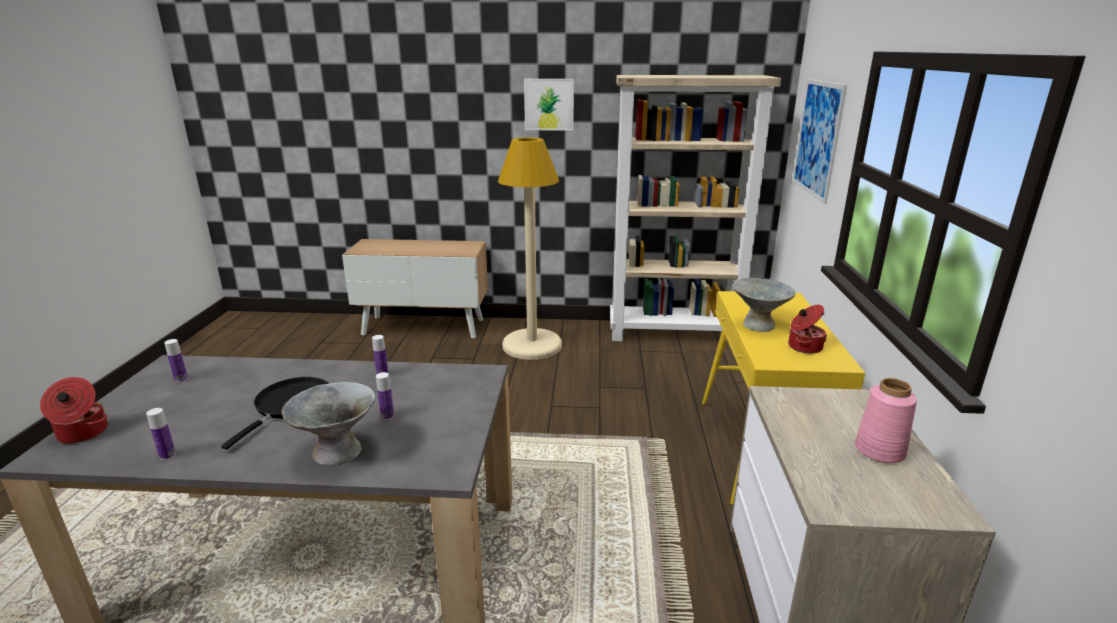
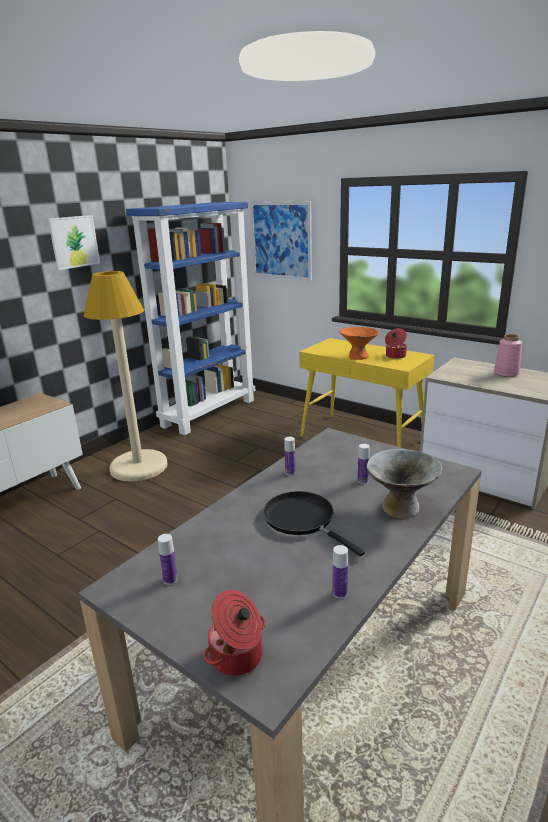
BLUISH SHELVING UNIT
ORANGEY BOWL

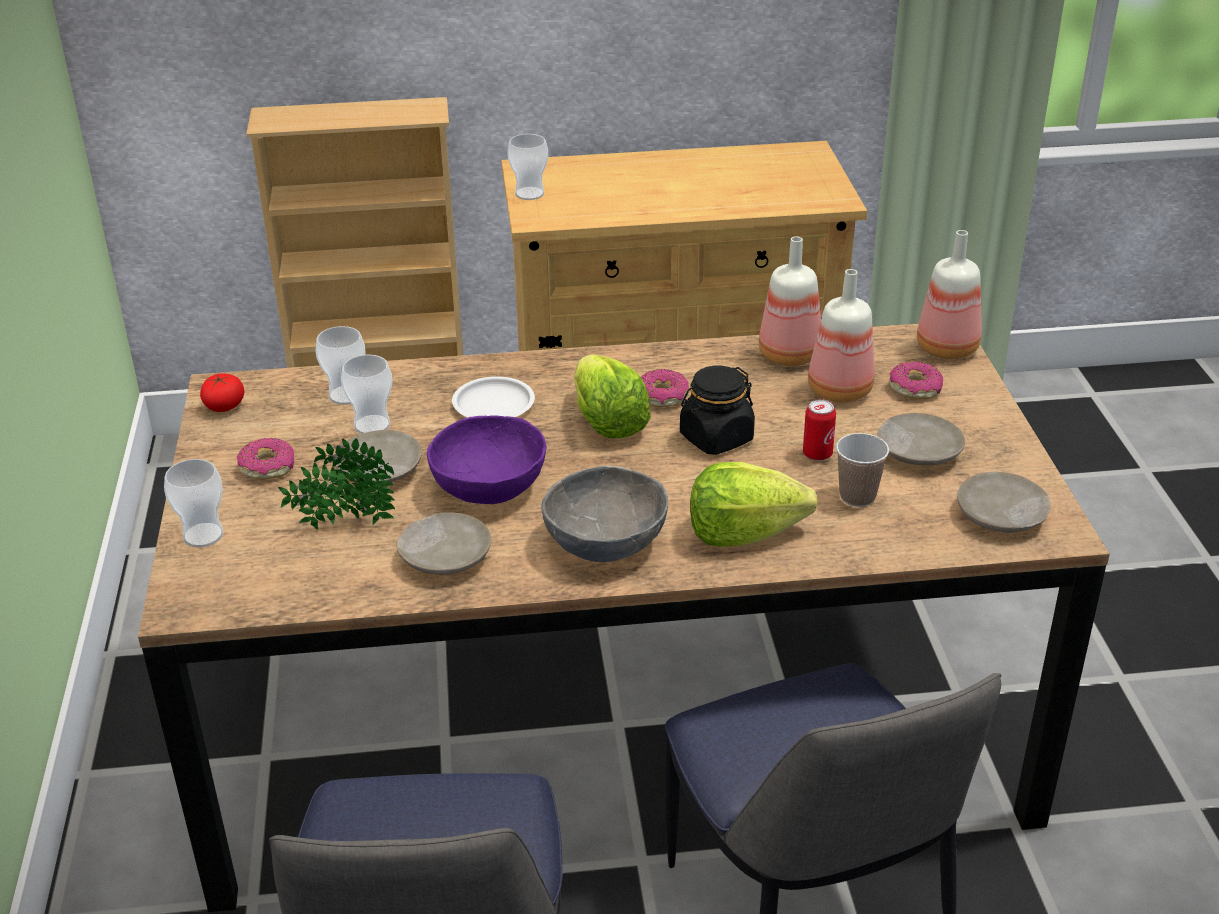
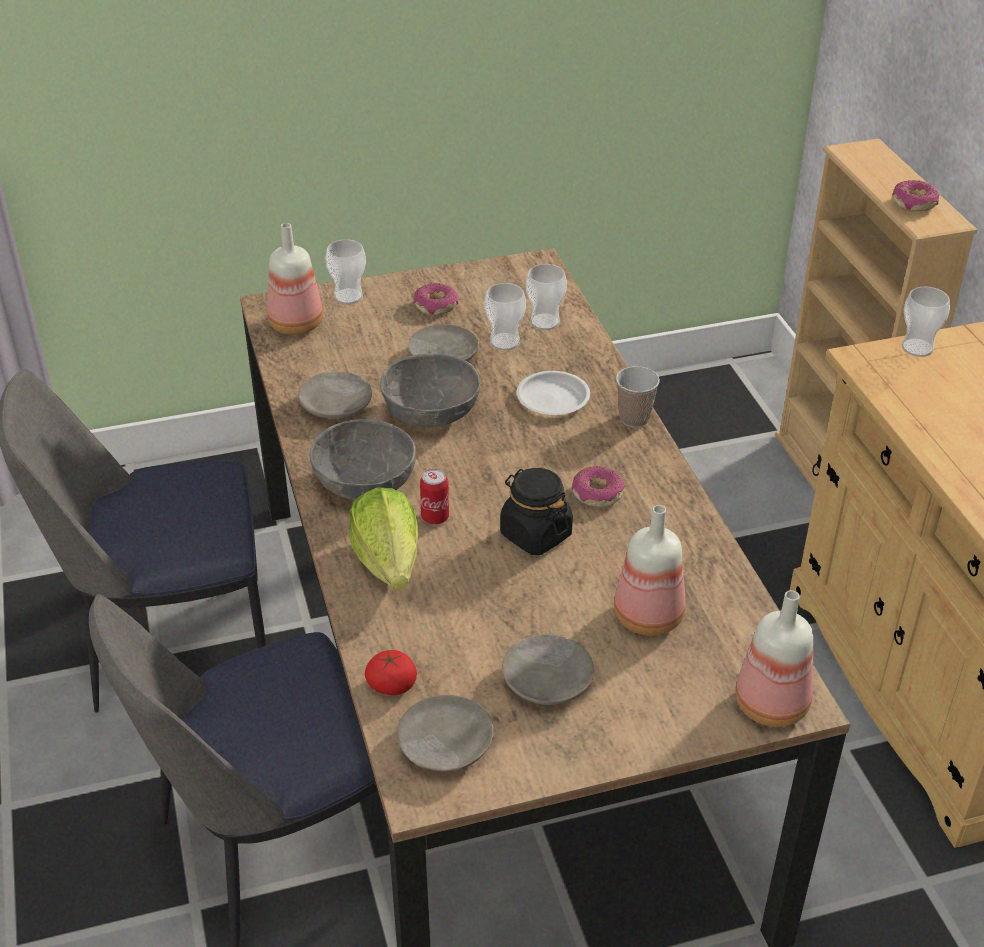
HOUSEPLANT
LETTUCE HEAD (1st from left in the first image)
WHOLE TOMATO
BOTTLE (1st from left)
METAL CAN
DRINKING CUP (4th from left)
DOUGHNUT (3rd from left)
GRAY BOWL (2nd from left)

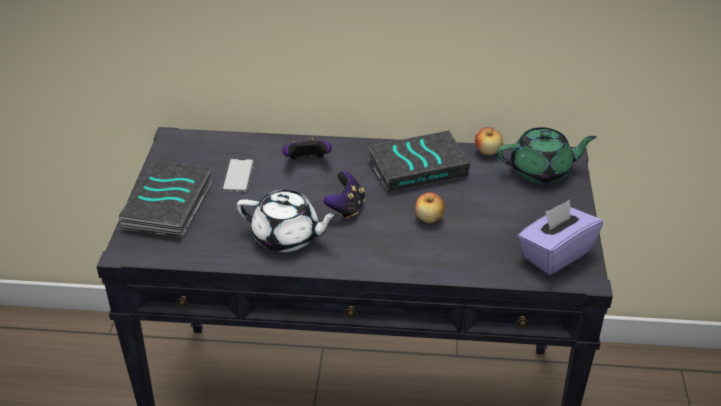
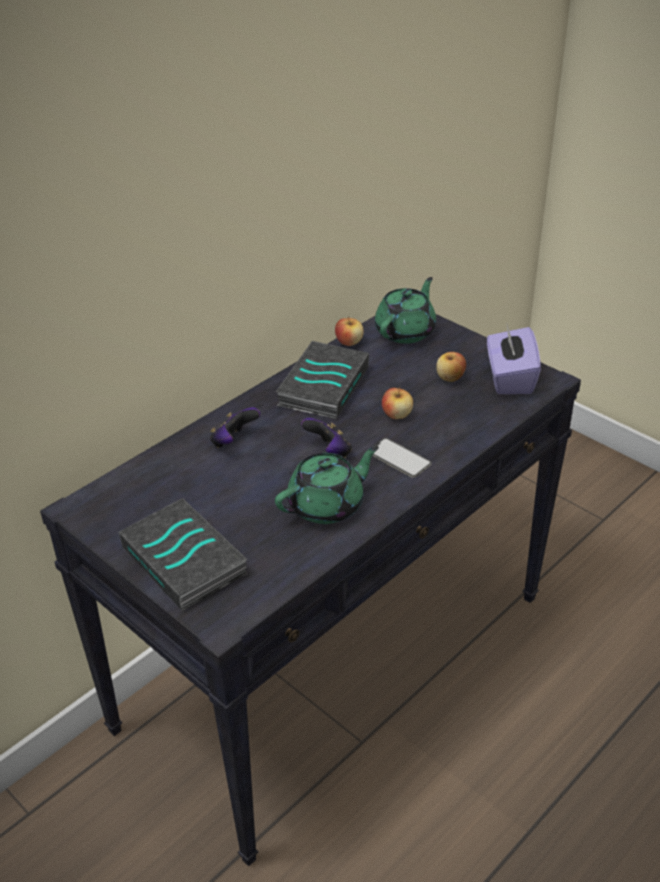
APPLE FRUIT (3rd from left)
HANDSET
GREEN-COLOURED TEA POT (1st from left)

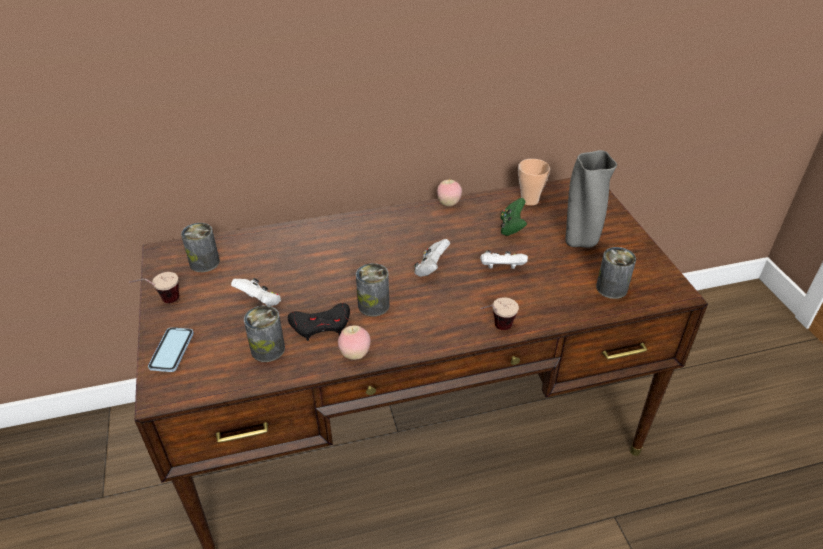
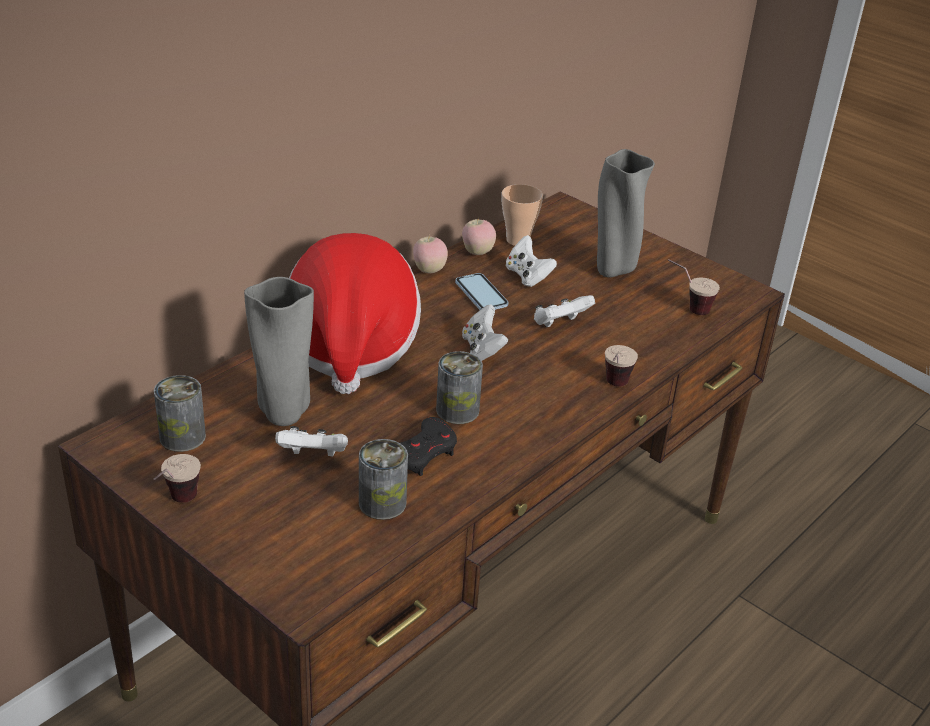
GRAY DECORATIVE VASE (1st from left)
HAT
HANDSET
APPLE FRUIT (2nd from left)
DRINKING CUP (4th from left)
WHITE GAMEPAD (3rd from left)

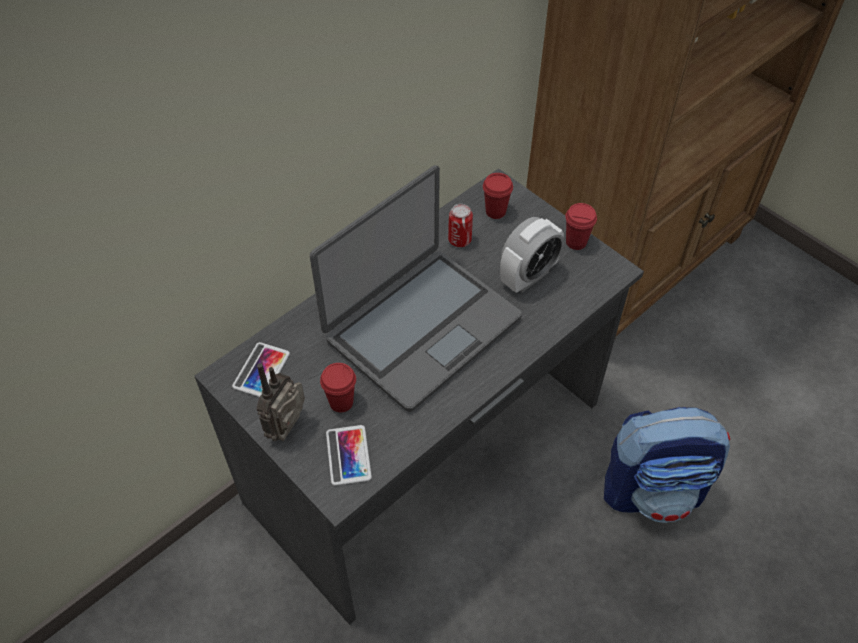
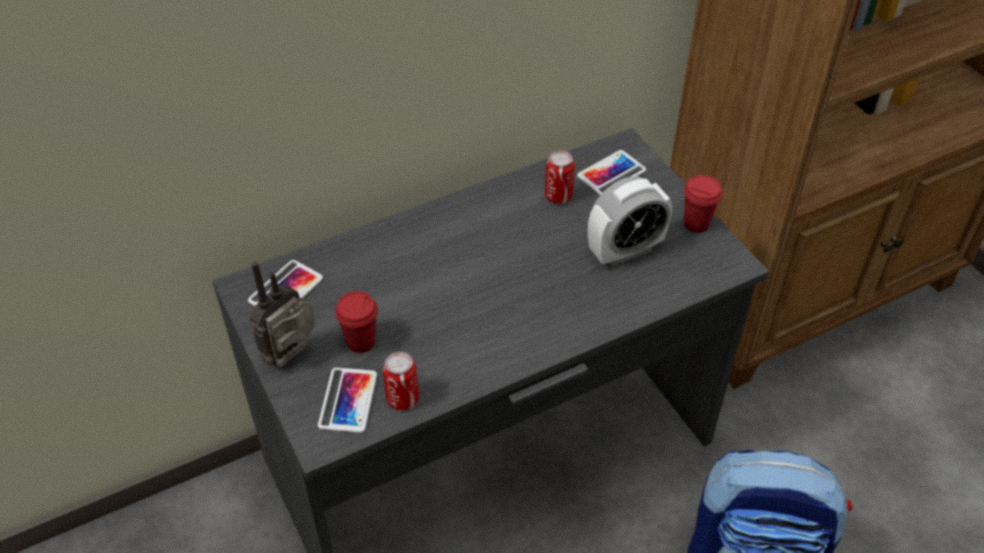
NOTEBOOK COMPUTER
METAL CAN (1st from left)
HANDSET (3rd from left)

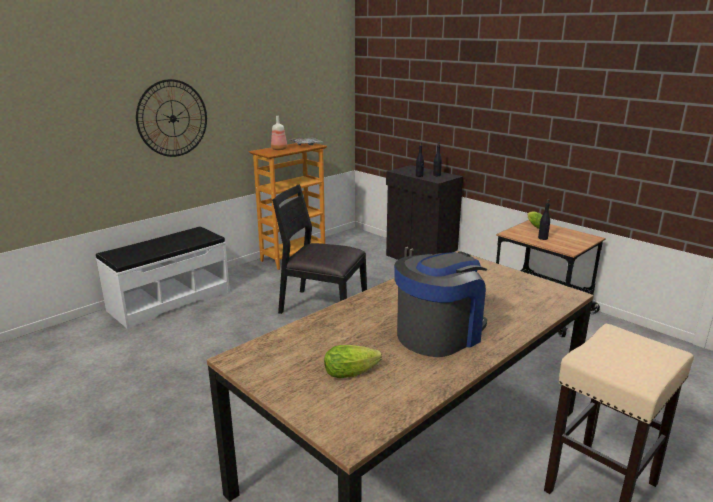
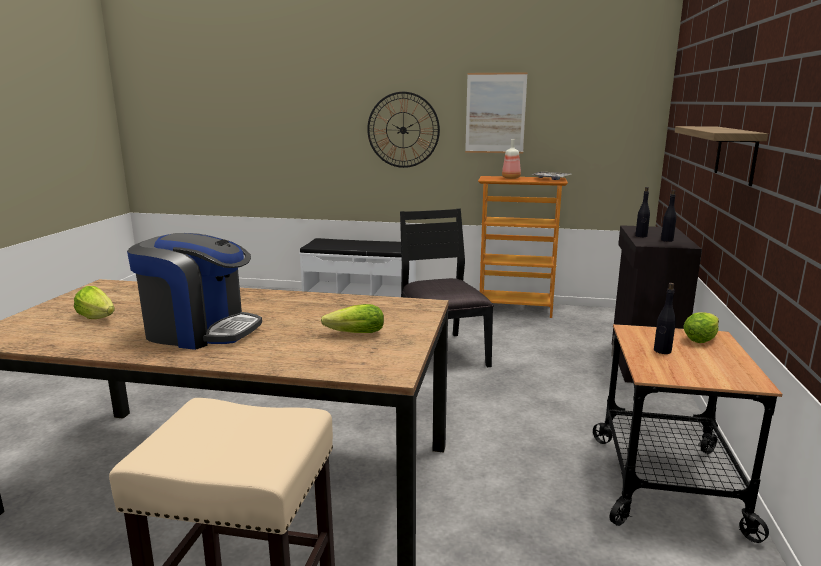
LETTUCE HEAD (2nd from left)
WALL PICTURE
BRACKET SHELF

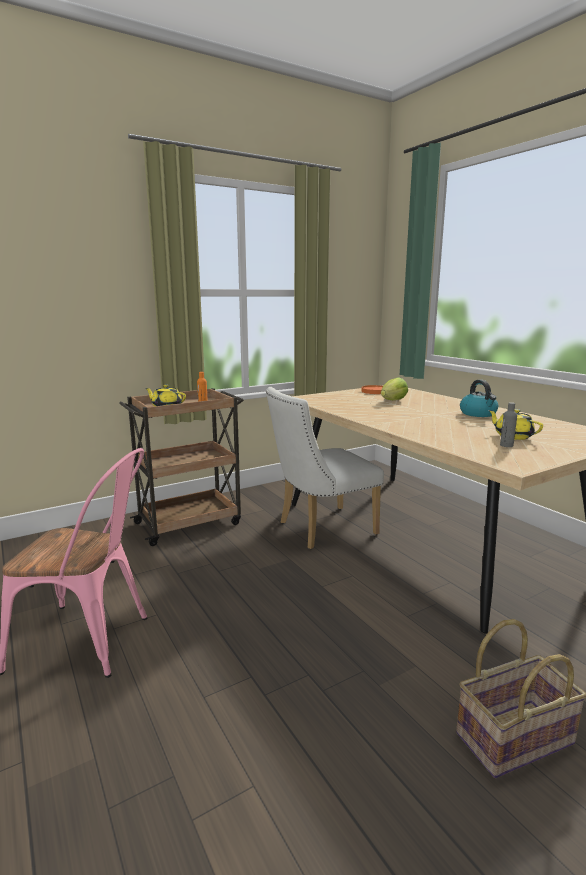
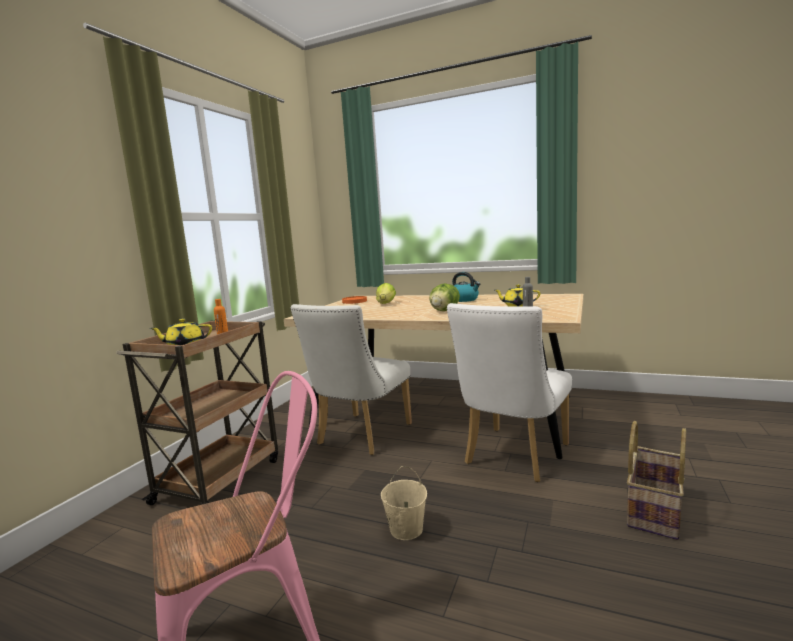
SAND-COLOURED PAIL
LETTUCE HEAD (2nd from left)
WHITE PLAIN CHAIR (2nd from left)

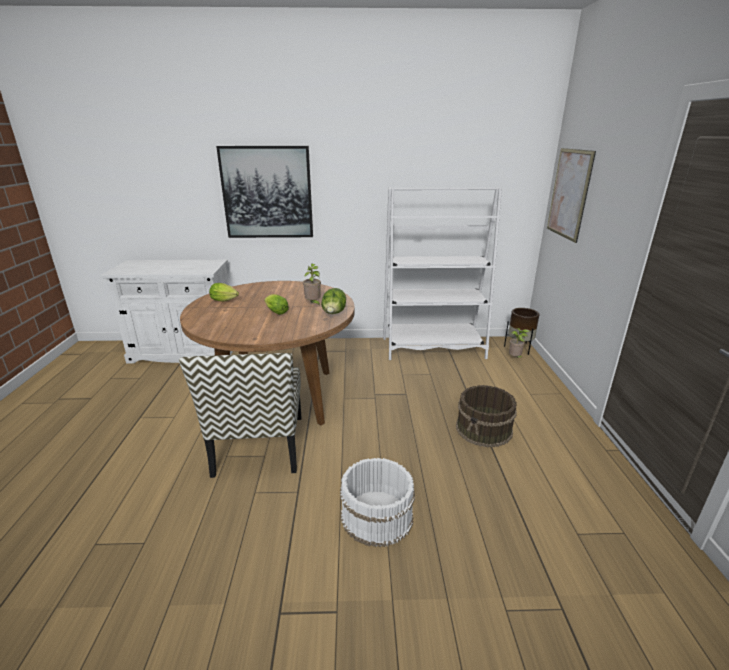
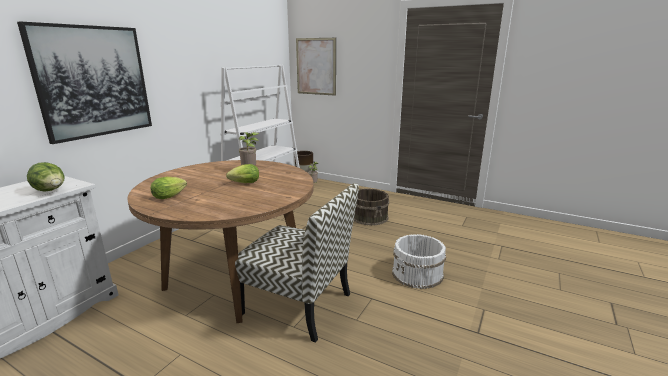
LETTUCE HEAD (1st from left)

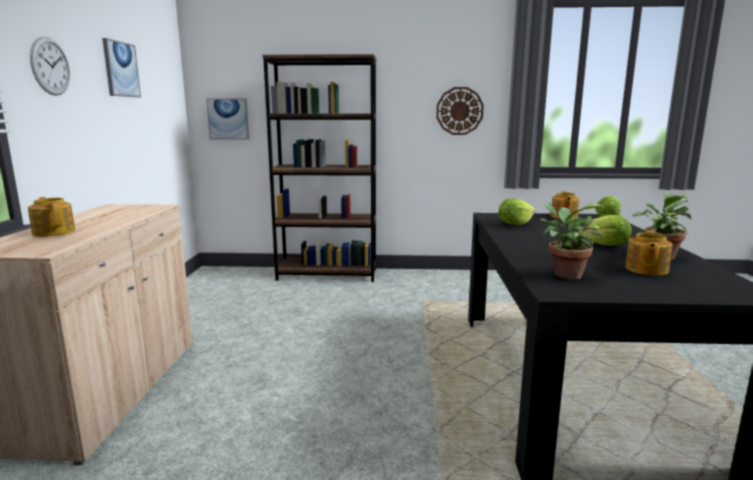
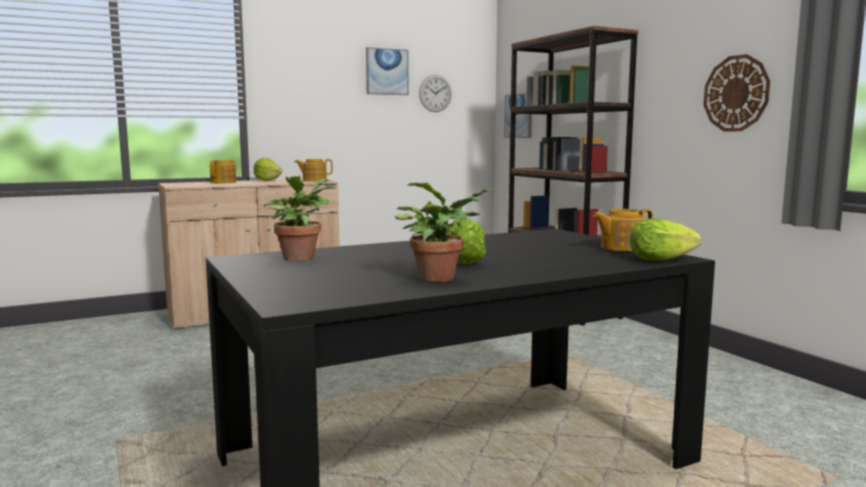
WALL CLOCK (1st from left)
LETTUCE HEAD (1st from left)
TEA POT (2nd from left)

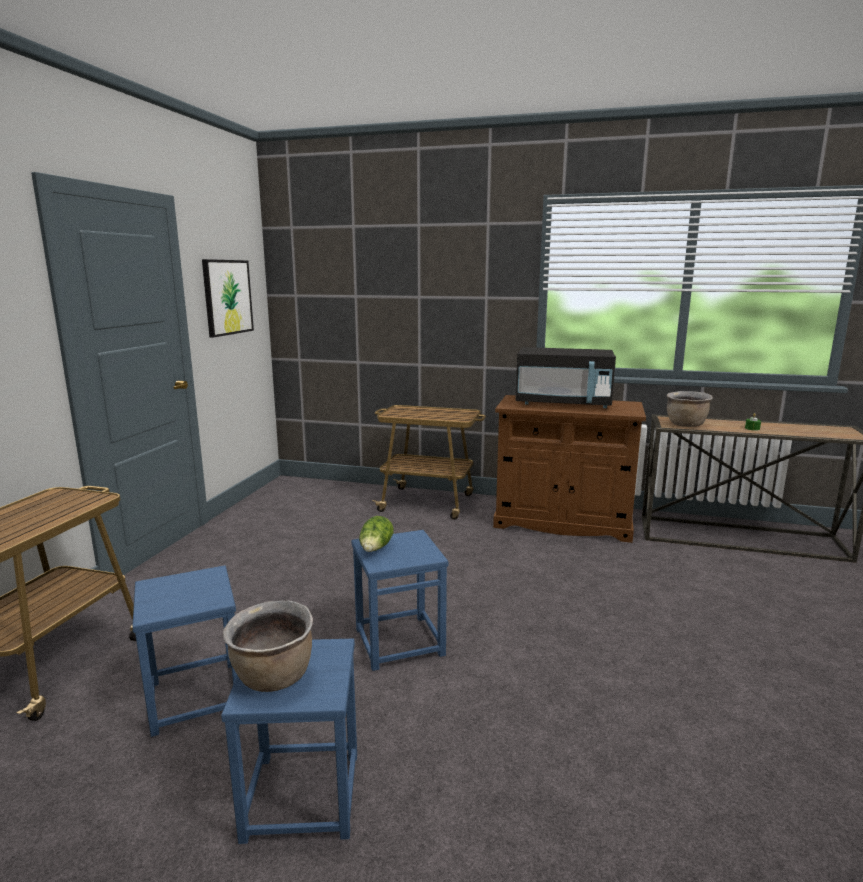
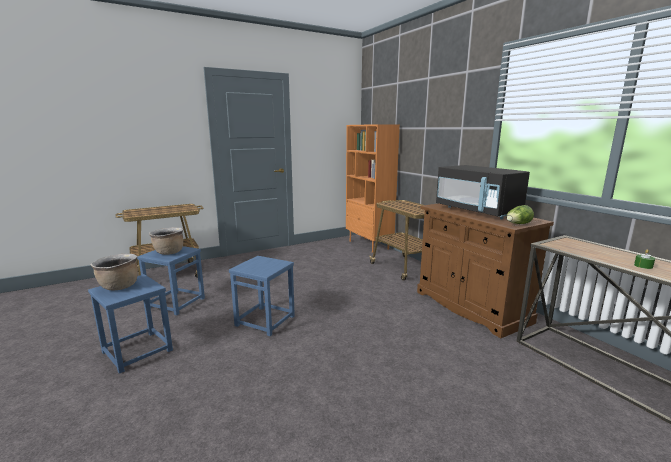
WALL PICTURE
ORANGEY SHELVING UNIT
LETTUCE HEAD
BROWN-COLOURED STOCKPOT (2nd from left)

